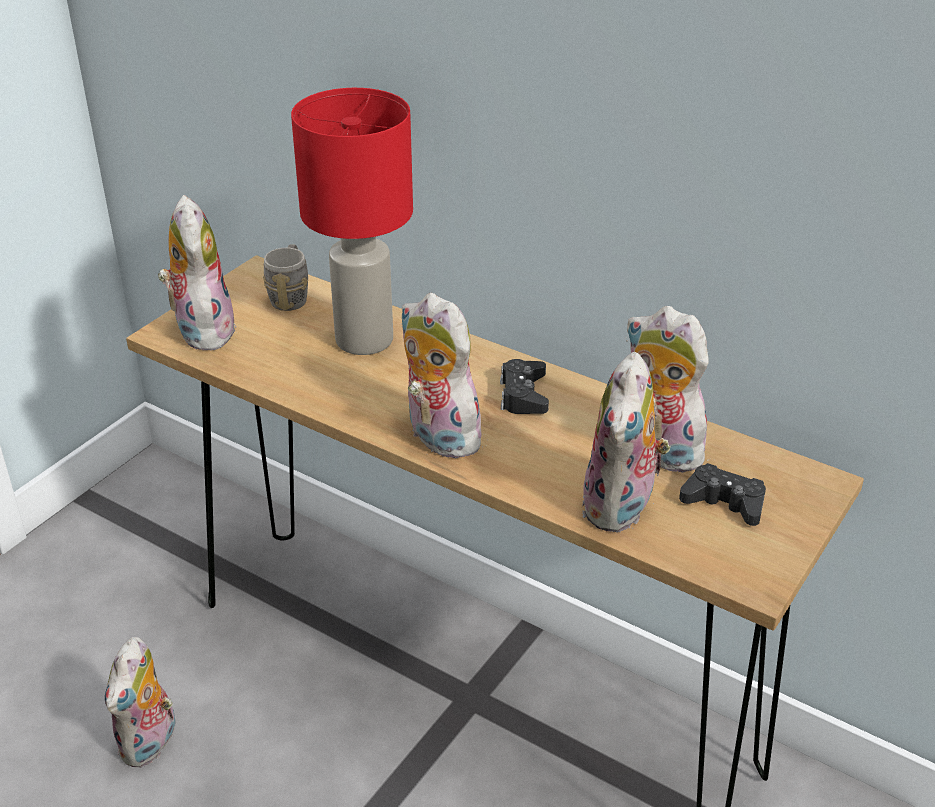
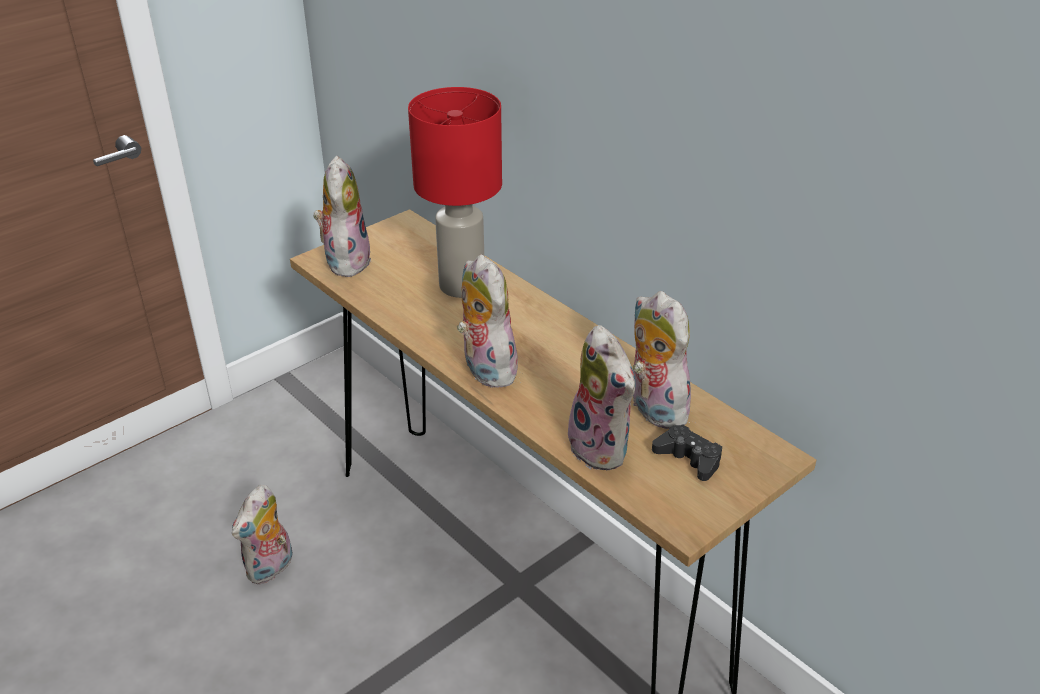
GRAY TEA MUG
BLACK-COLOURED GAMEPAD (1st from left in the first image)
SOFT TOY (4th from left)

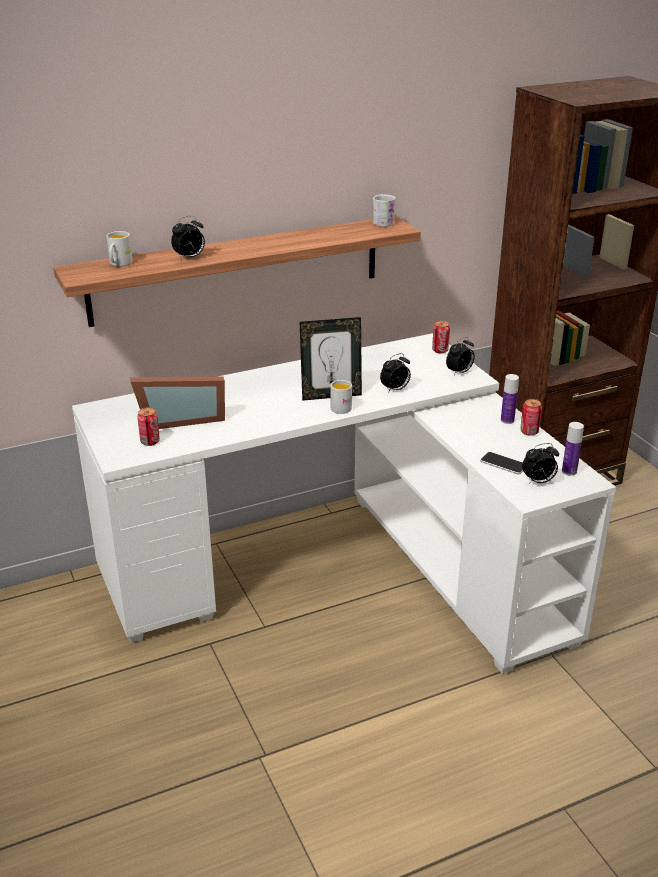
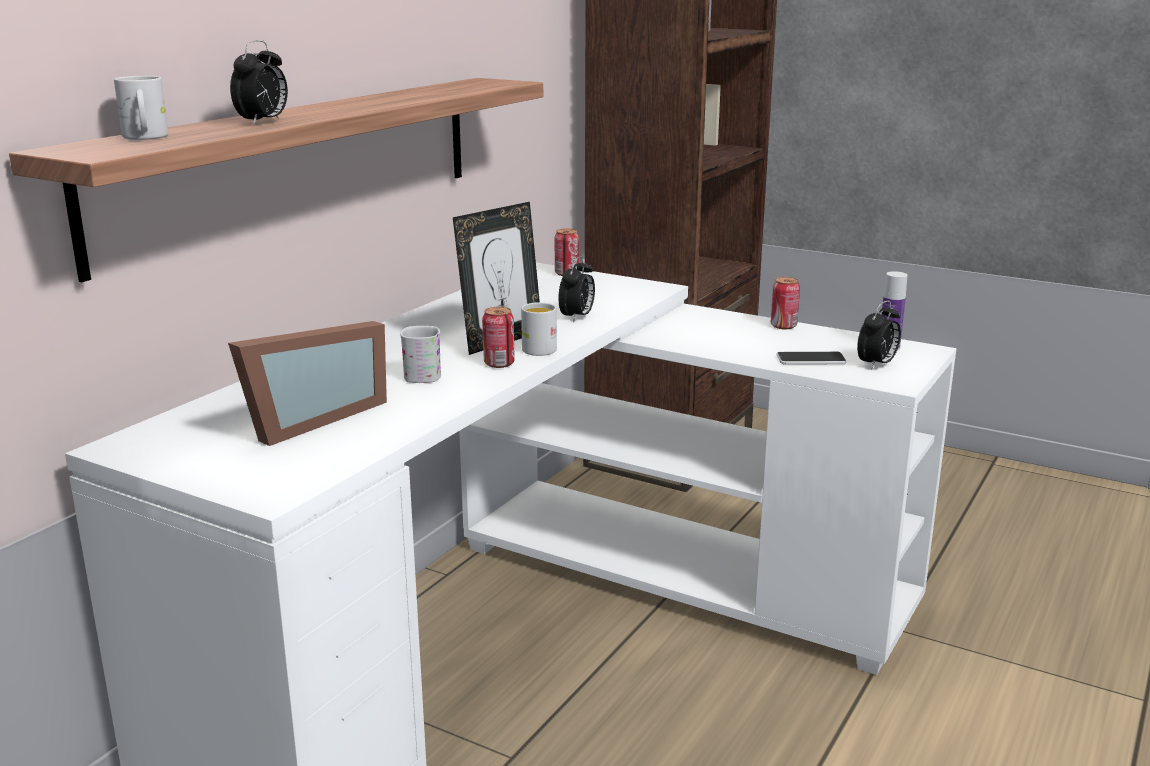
TABLE CLOCK (3rd from left in the first image)
BOTTLE (1st from left in the first image)
METAL CAN (1st from left)
WHITE TEA MUG (2nd from left)

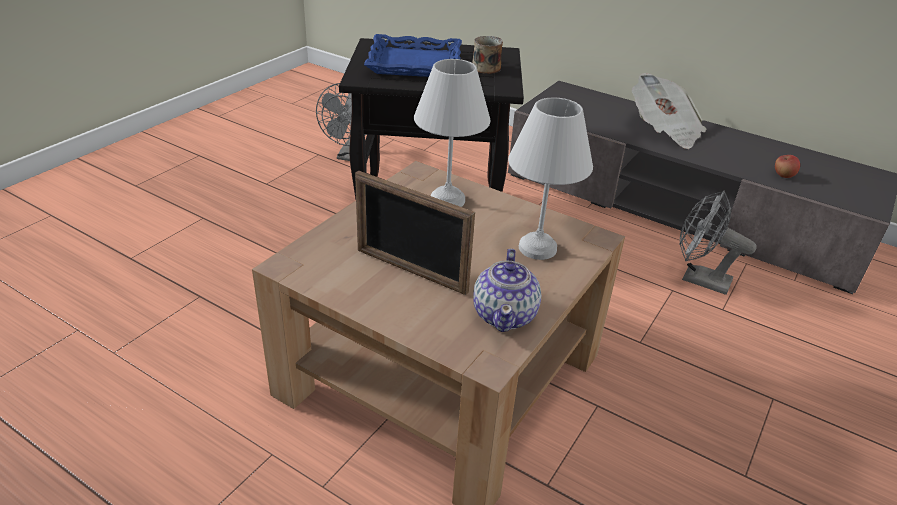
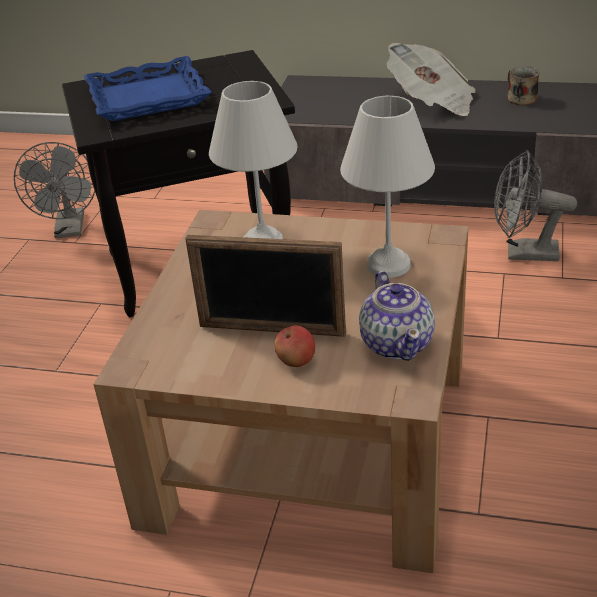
TEA MUG
APPLE FRUIT

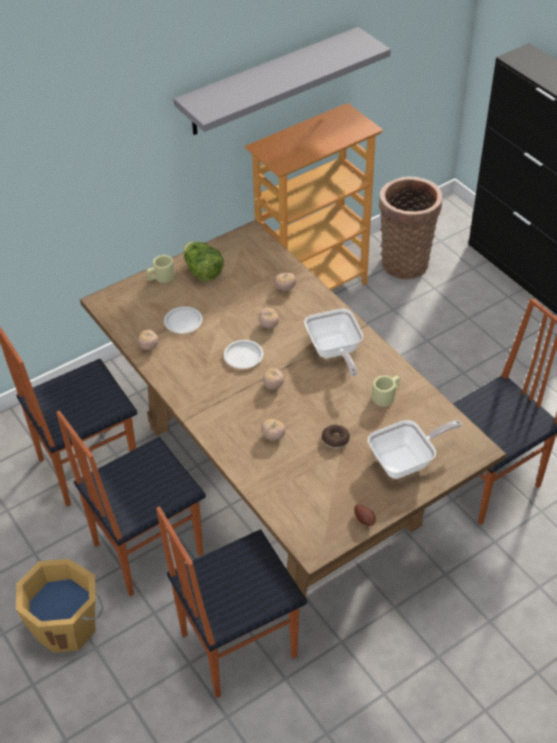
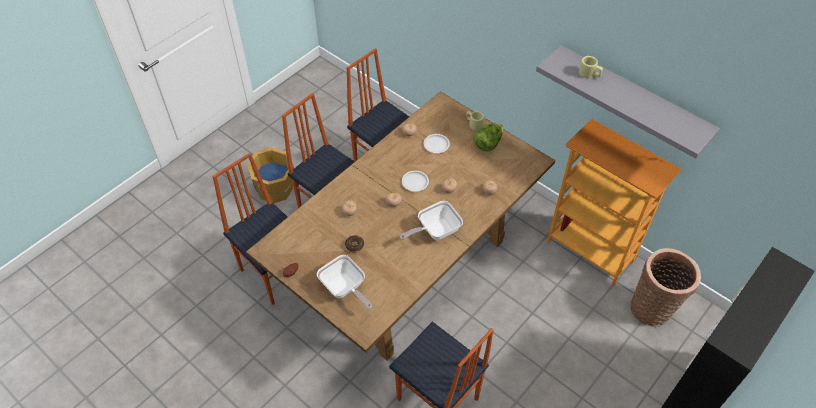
SAND-COLOURED TEA MUG (2nd from left)

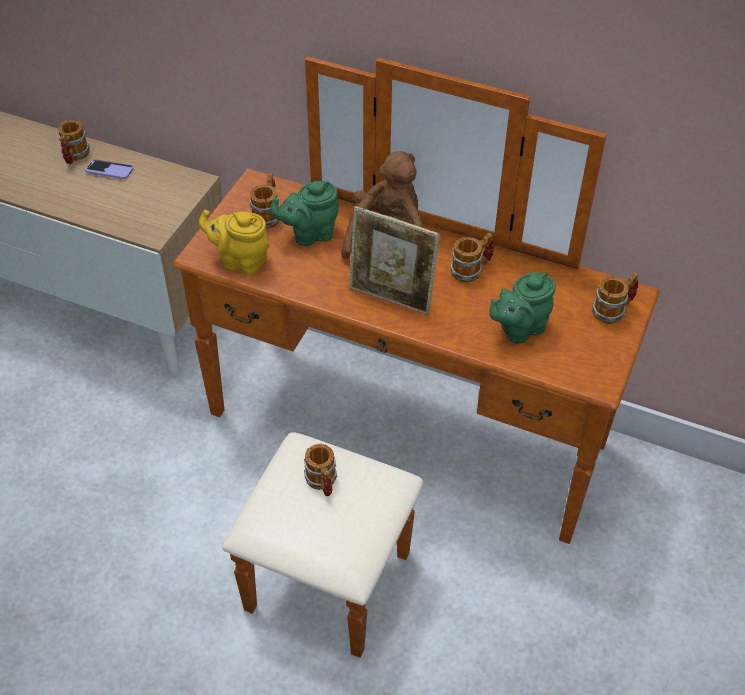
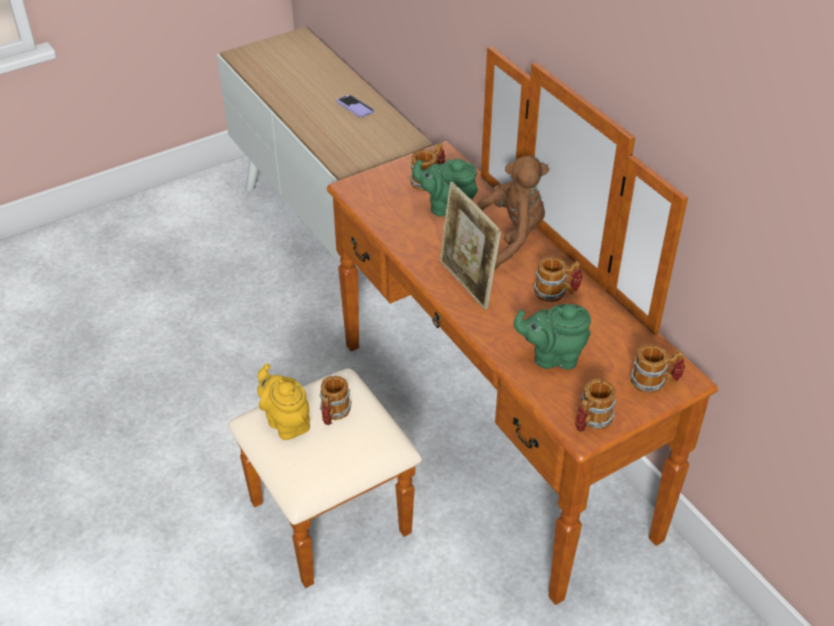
TEA MUG (4th from left)
YELLOW-COLOURED TEA POT

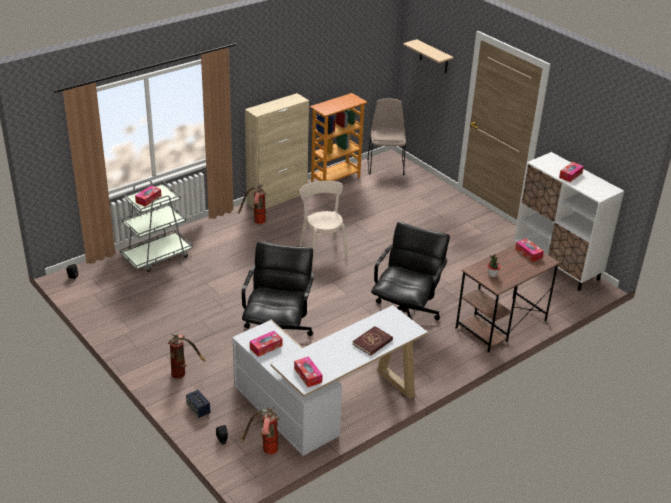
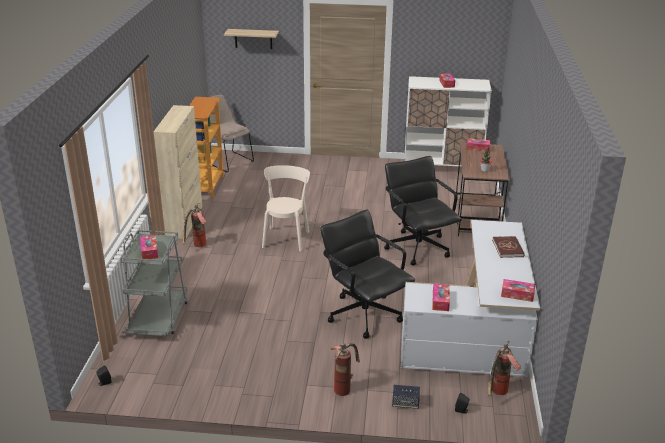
SAND-COLOURED PLAIN CHAIR (2nd from left)

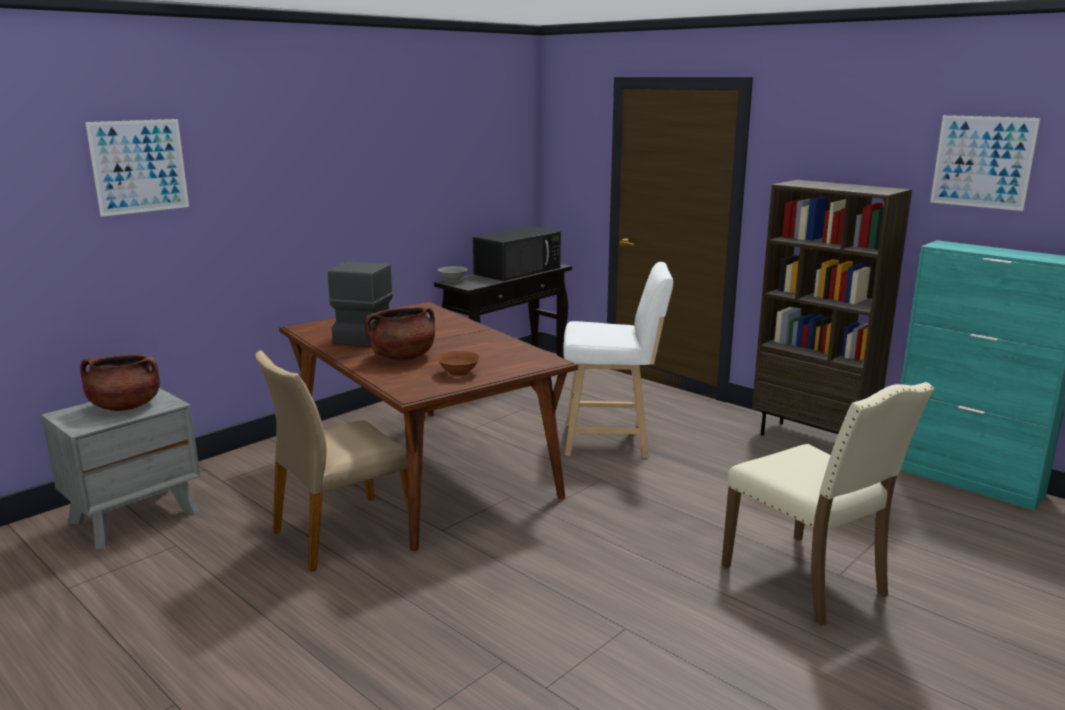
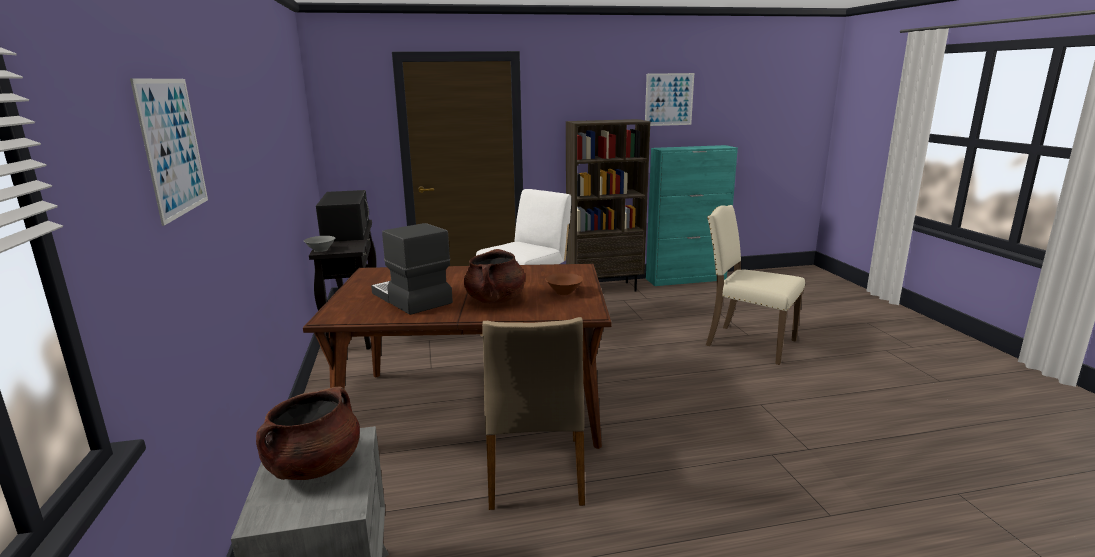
SAND-COLOURED PLAIN CHAIR (2nd from left)

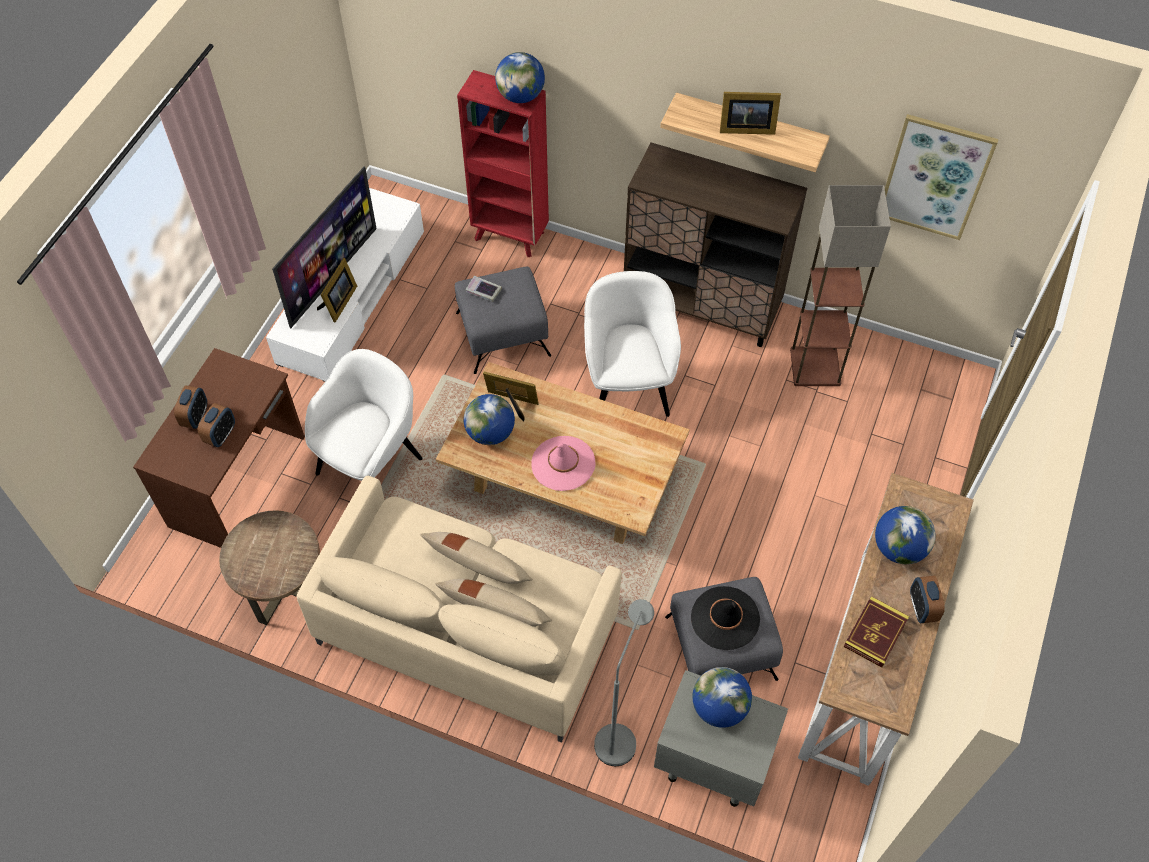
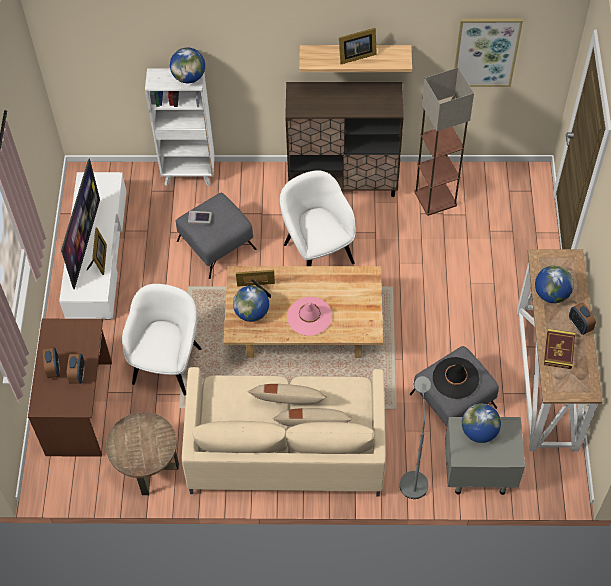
WHITE SHELVING UNIT

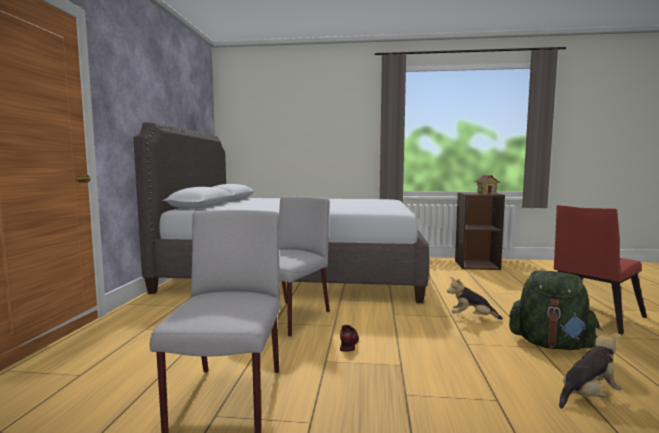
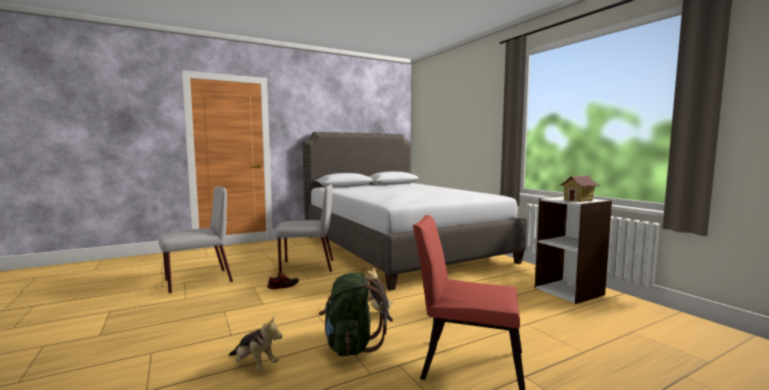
WHITE SHELVING UNIT

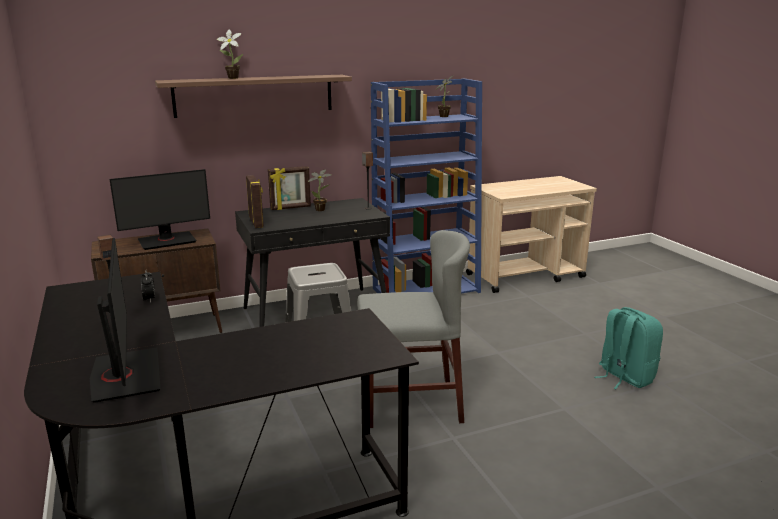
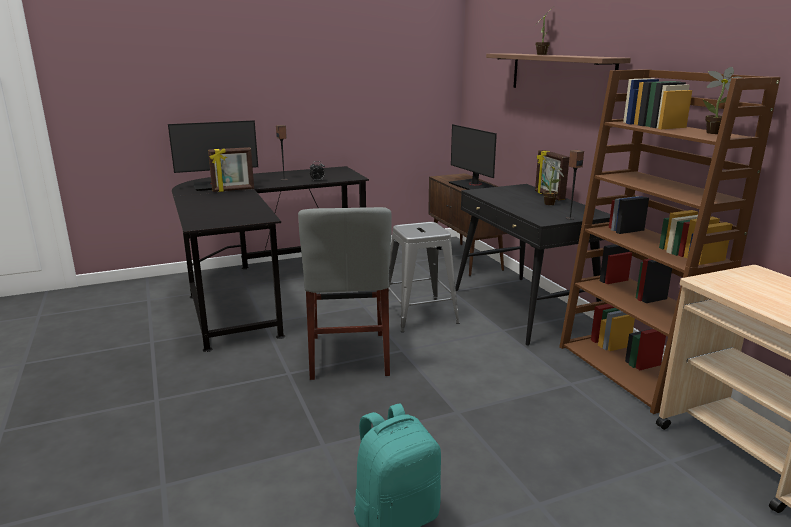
PICTURE FRAME (1st from left)
BROWN-COLOURED SHELVING UNIT

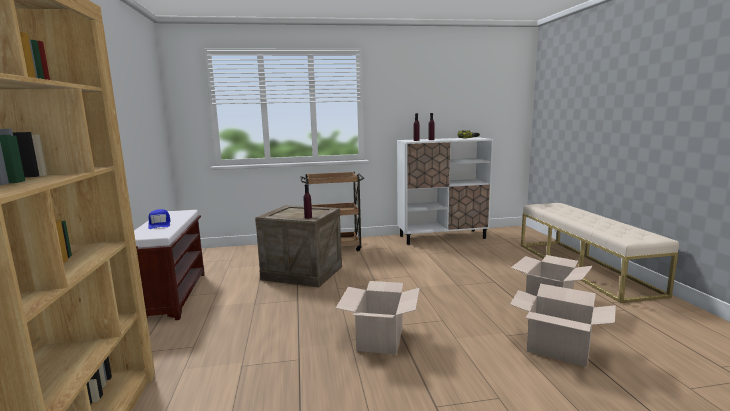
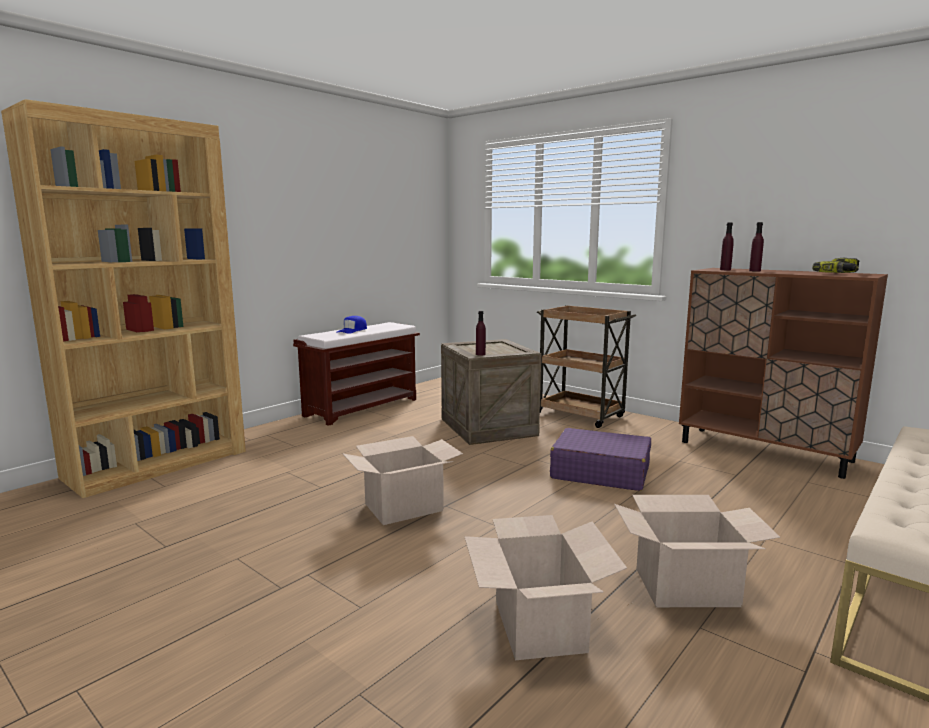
PURPLE PIECE OF LUGGAGE
BROWN-COLOURED CUPBOARD

